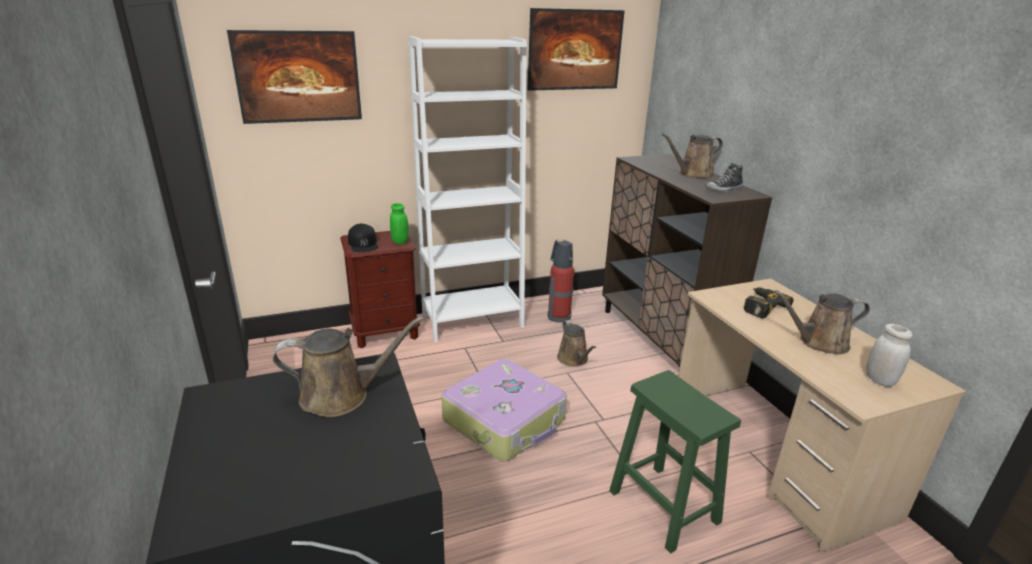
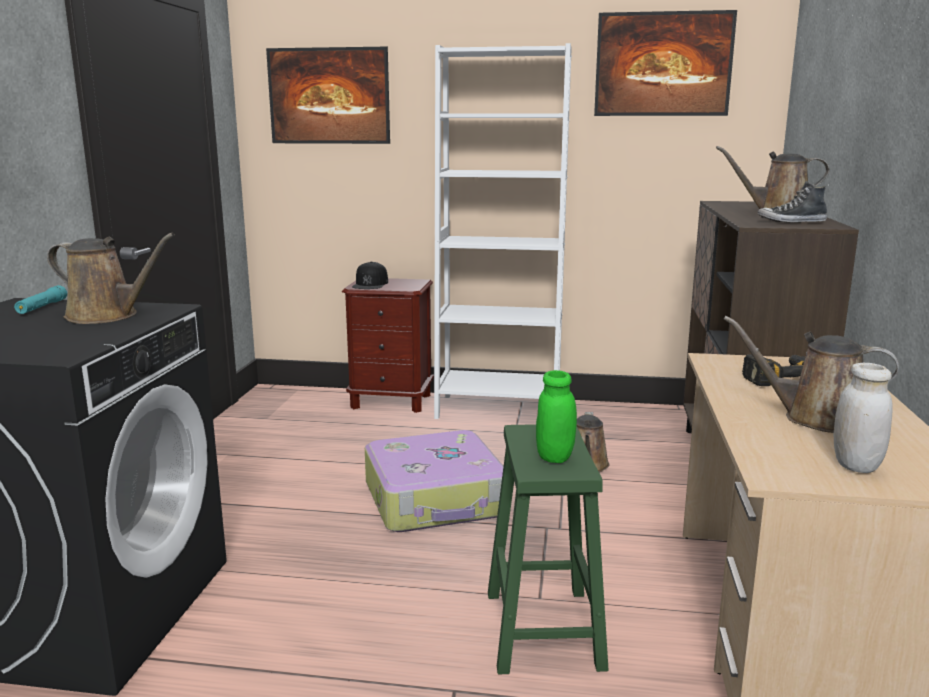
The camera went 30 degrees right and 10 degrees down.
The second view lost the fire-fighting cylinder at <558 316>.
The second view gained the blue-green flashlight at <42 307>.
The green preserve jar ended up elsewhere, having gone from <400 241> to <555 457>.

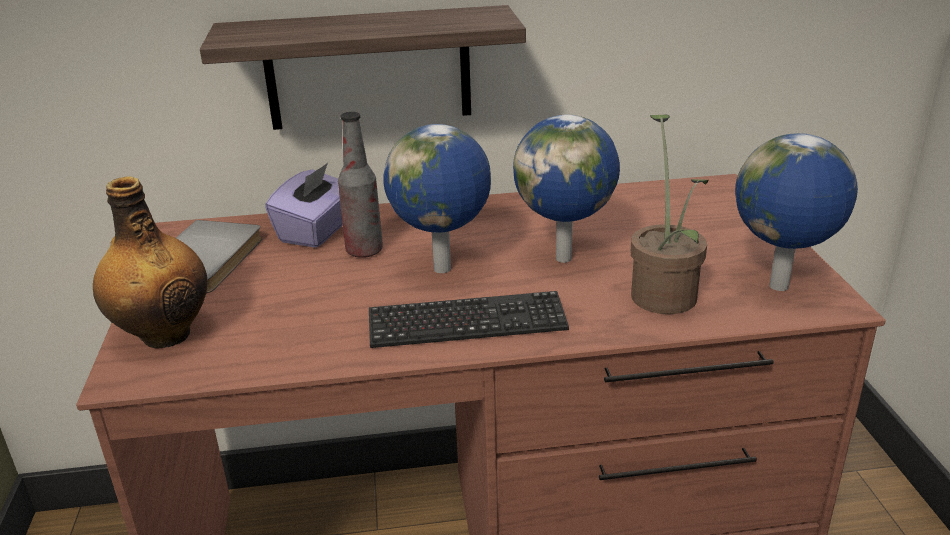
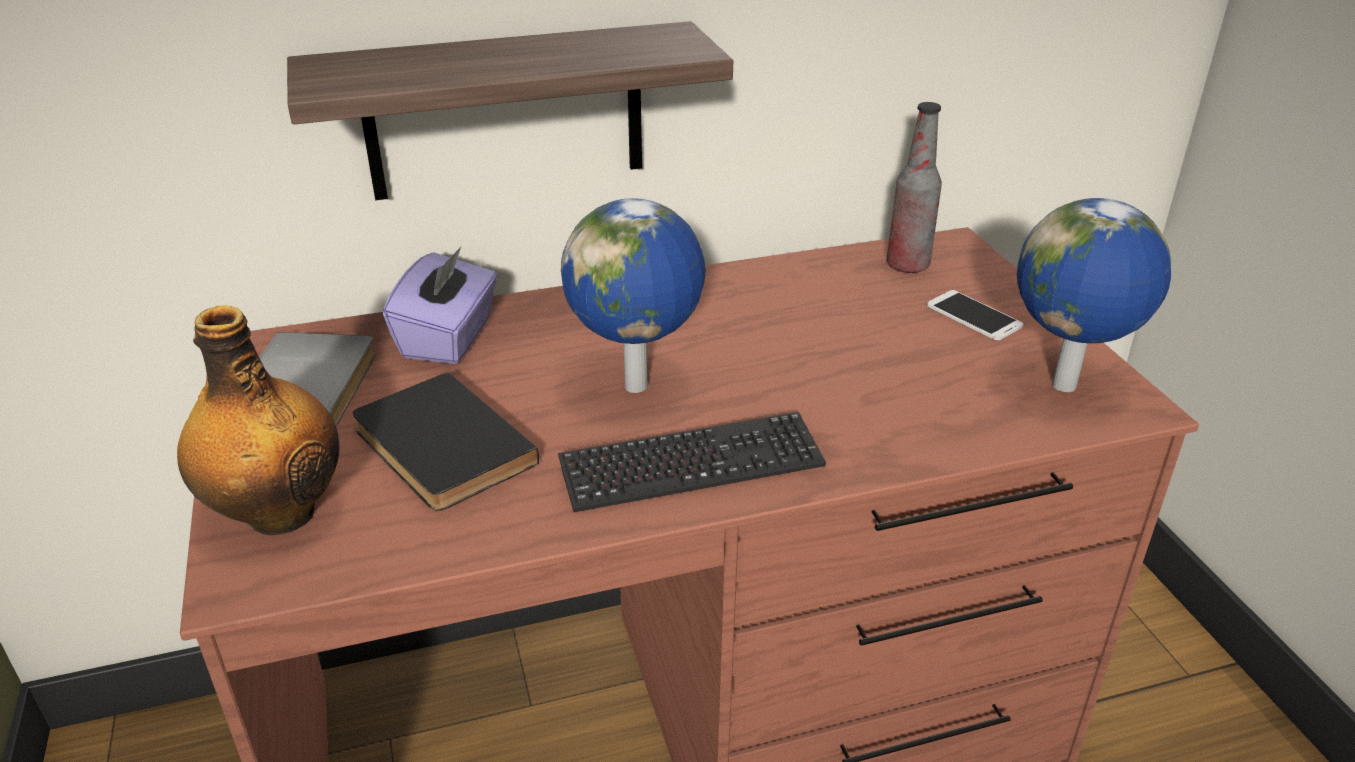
The camera went 10 degrees left and 5 degrees up.
The second view lost the globe at <565 258>.
The second view lost the potted plant at <664 291>.
The second view gained the blackish bound book at <438 448>.
The second view gained the phone at <973 316>.
The beverage bottle ended up elsewhere, having gone from <364 251> to <907 265>.

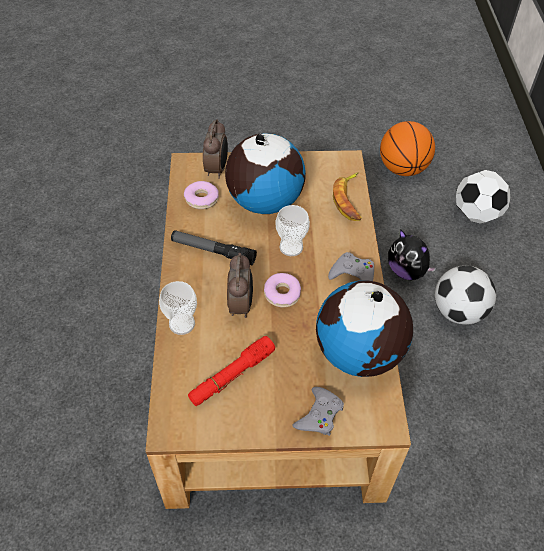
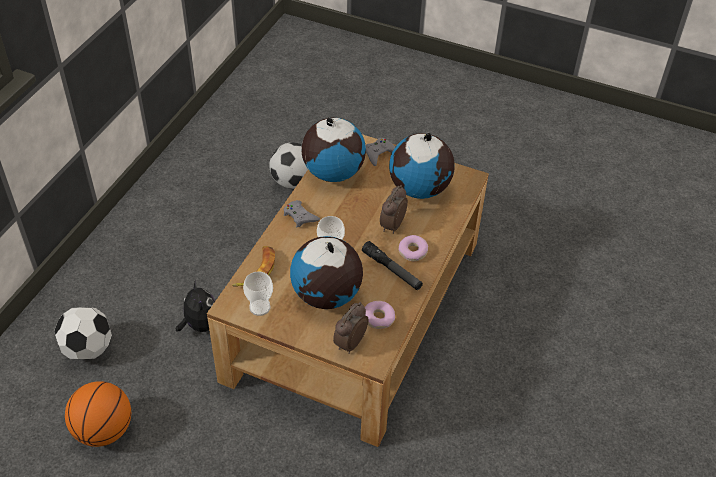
The camera went 155 degrees left and 5 degrees down.
The small cup ended up elsewhere, having gone from <182 324> to <260 307>.
The doughnut ended up elsewhere, having gone from <282 294> to <412 252>.
The ball for football ended up elsewhere, having gone from <458 311> to <293 182>.
Where the reddish flashlight stood at <232 375>, the globe came to stand at <420 189>.

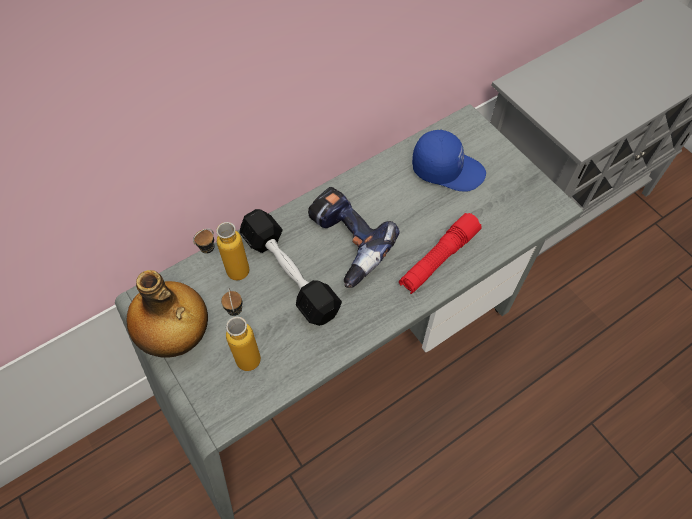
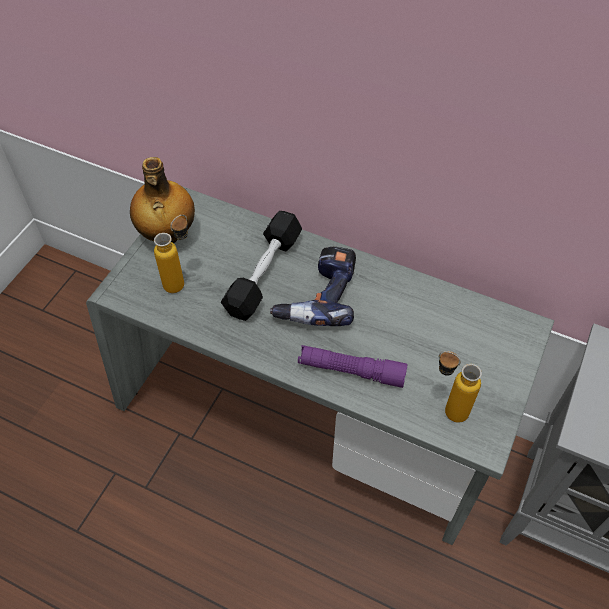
The camera went 60 degrees right and 5 degrees down.
The second view lost the blue-coloured baseball cap at <447 169>.
The beverage bottle ended up elsewhere, having gone from <229 276> to <446 408>.
What was the reddish flashlight at <438 259> turned into the purple-coloured flashlight at <351 371>.

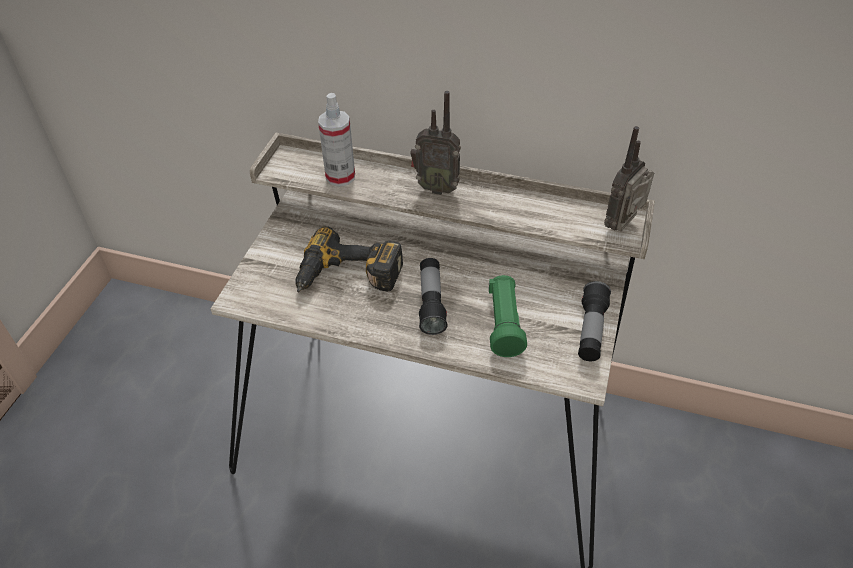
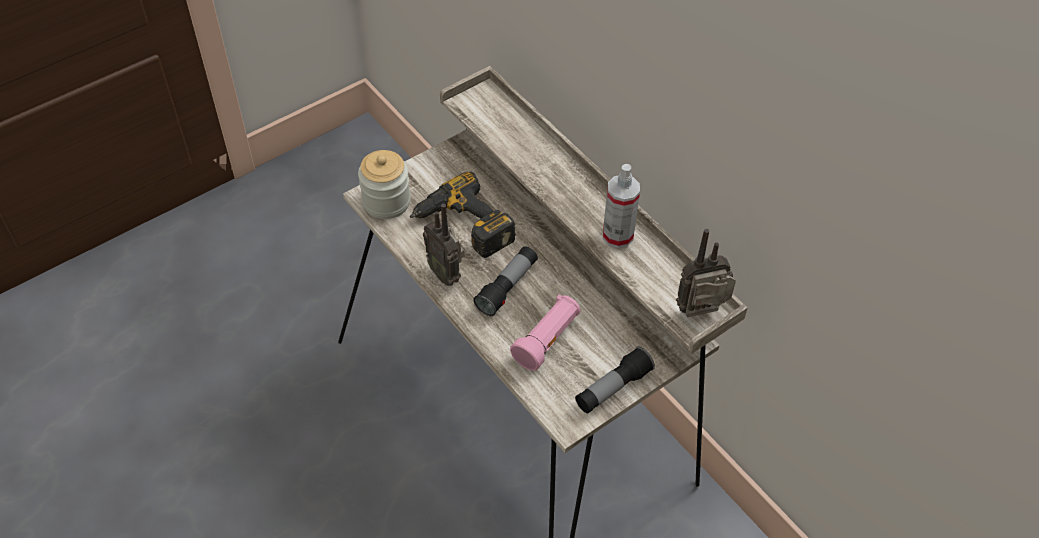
The camera went 35 degrees right and 5 degrees up.
The second view gained the preserve jar at <386 202>.
The spray bottle ended up elsewhere, having gone from <340 177> to <617 235>.
The radio ended up elsewhere, having gone from <436 187> to <446 273>.
What was the green flashlight at <504 324> turned into the pink-coloured flashlight at <547 340>.

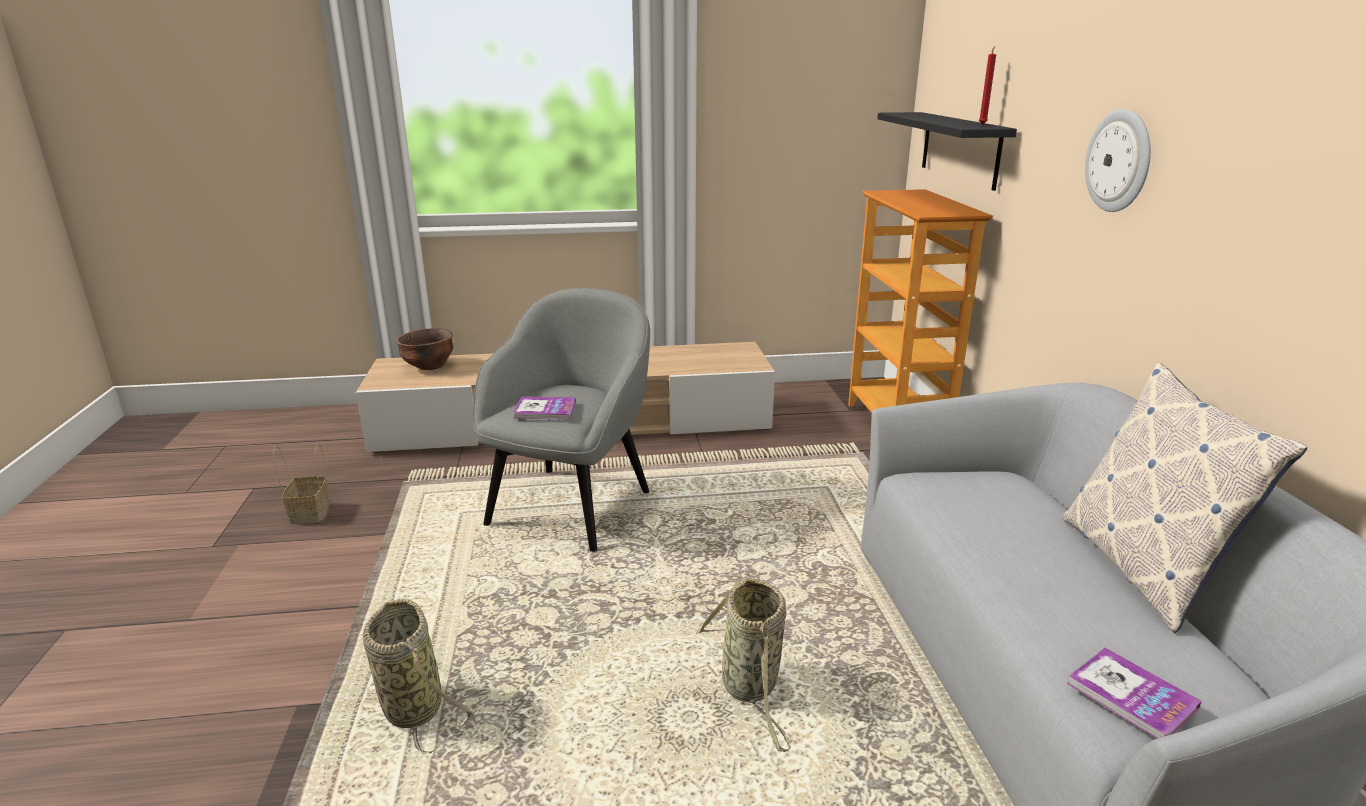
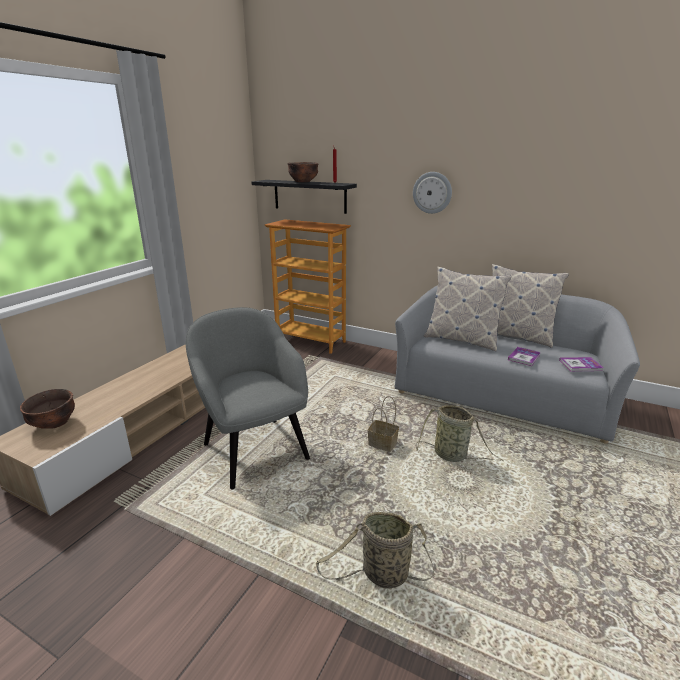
The camera went 55 degrees left and 0 degrees up.
The second view gained the brownish deep dish at <303 182>.
The second view gained the throw pillow at <462 340>.
The basket ended up elsewhere, having gone from <310 513> to <383 444>.
The bound book ended up elsewhere, having gone from <545 410> to <524 357>.

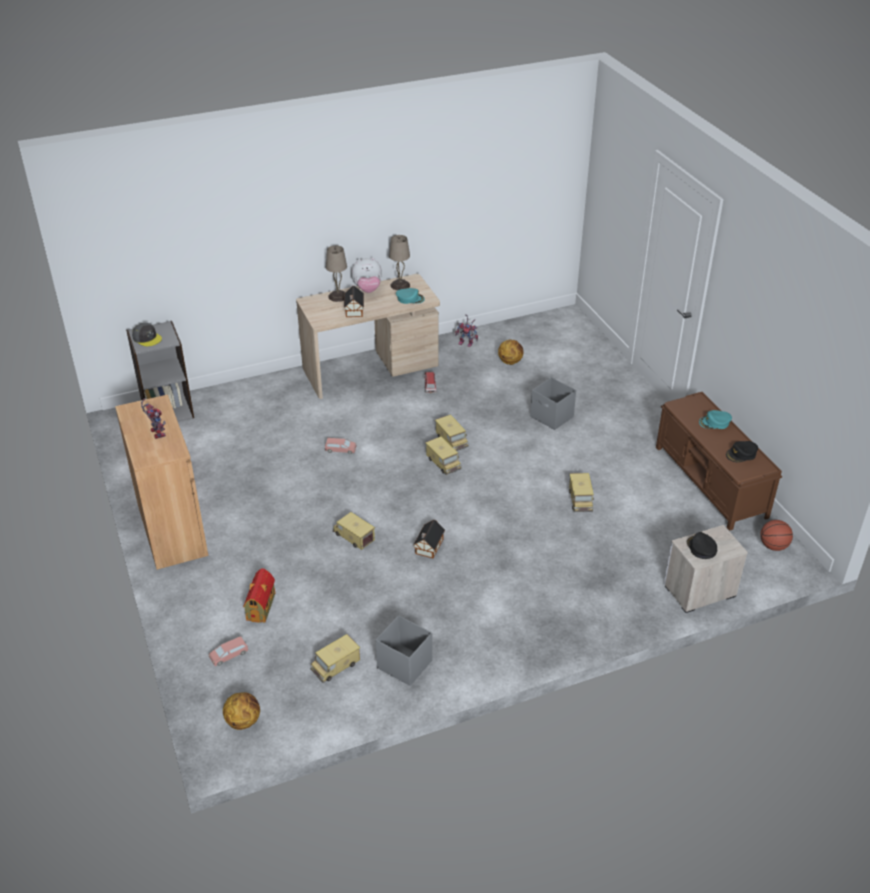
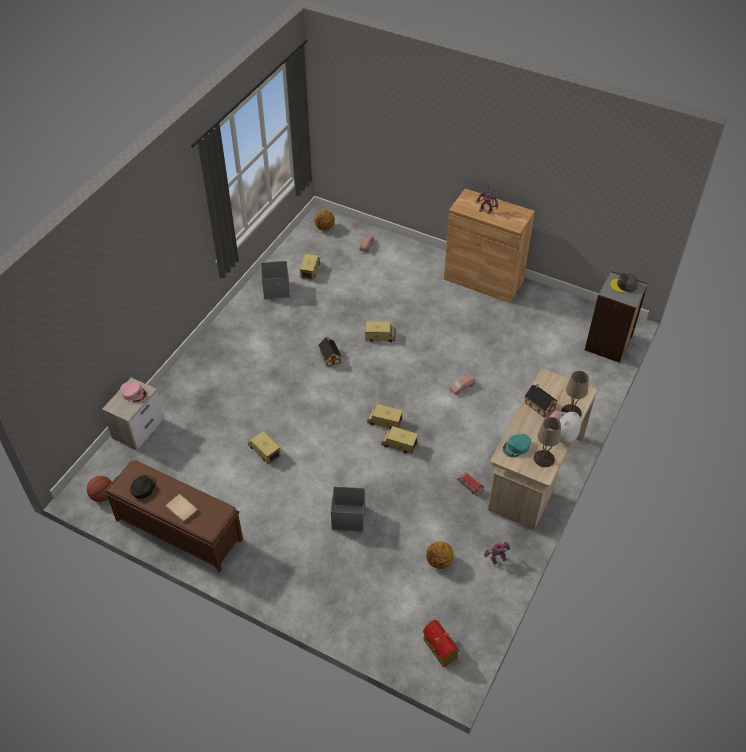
The camera went 140 degrees right and 10 degrees up.
The model house ended up elsewhere, having gone from <261 606> to <440 650>.
Where the blue-green baseball cap stood at <715 422>, the sand-coloured bound book came to stand at <181 509>.
What was the blackish baseball cap at <701 548> turned into the pink-coloured baseball cap at <134 394>.

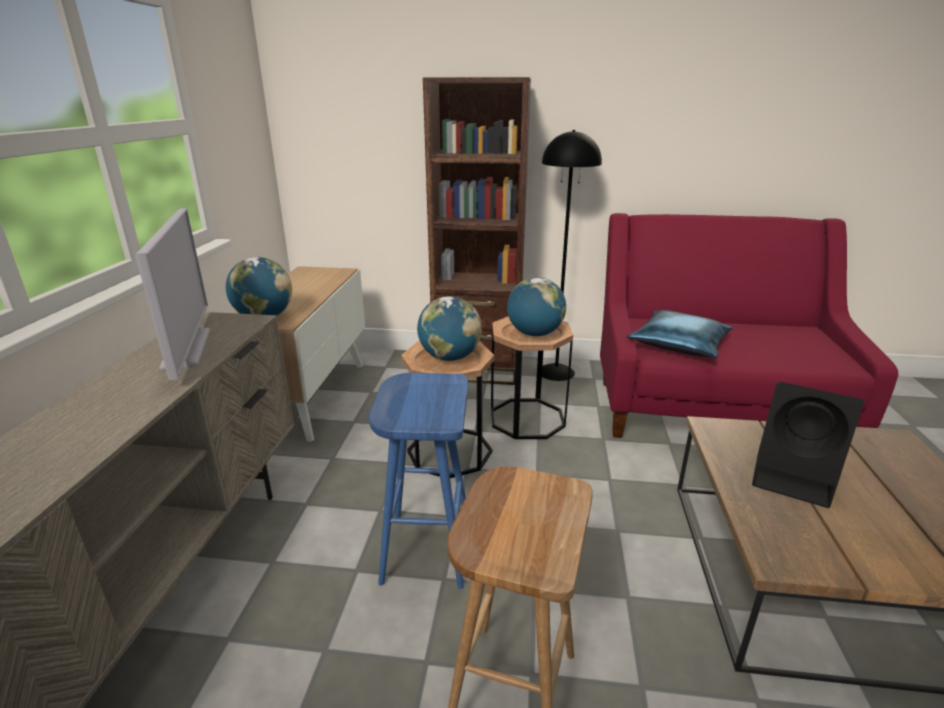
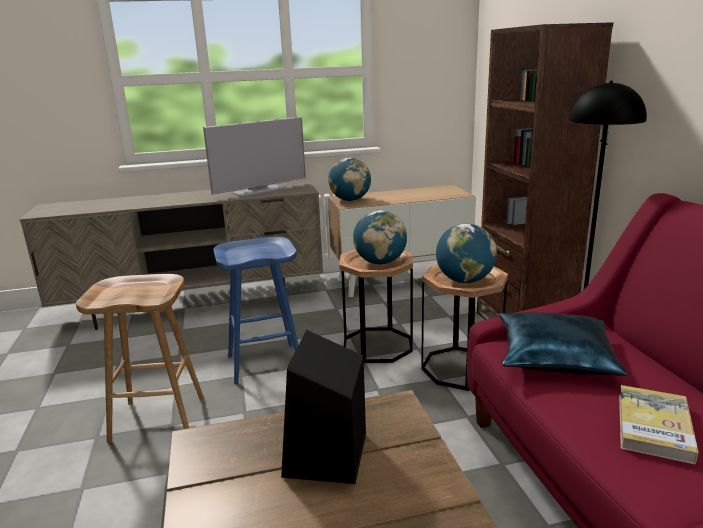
The camera went 70 degrees right and 5 degrees down.
The second view gained the bound book at <653 426>.

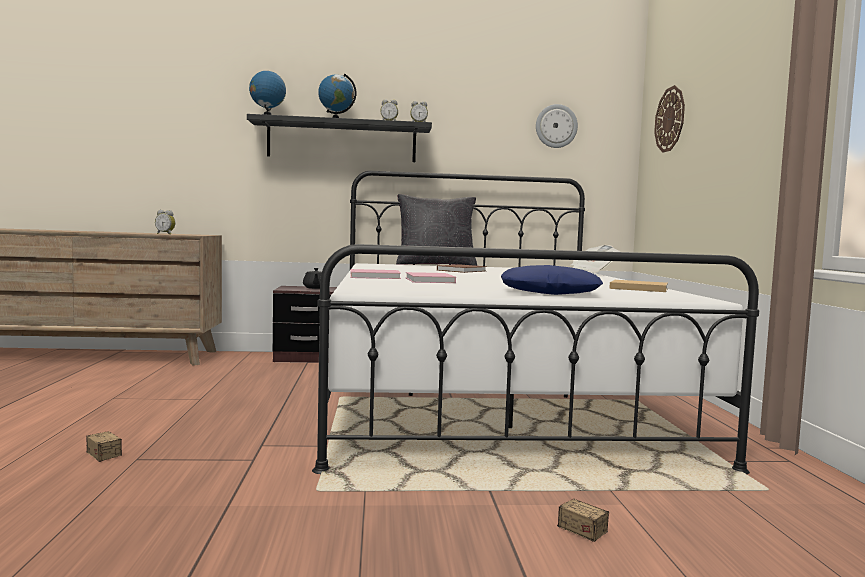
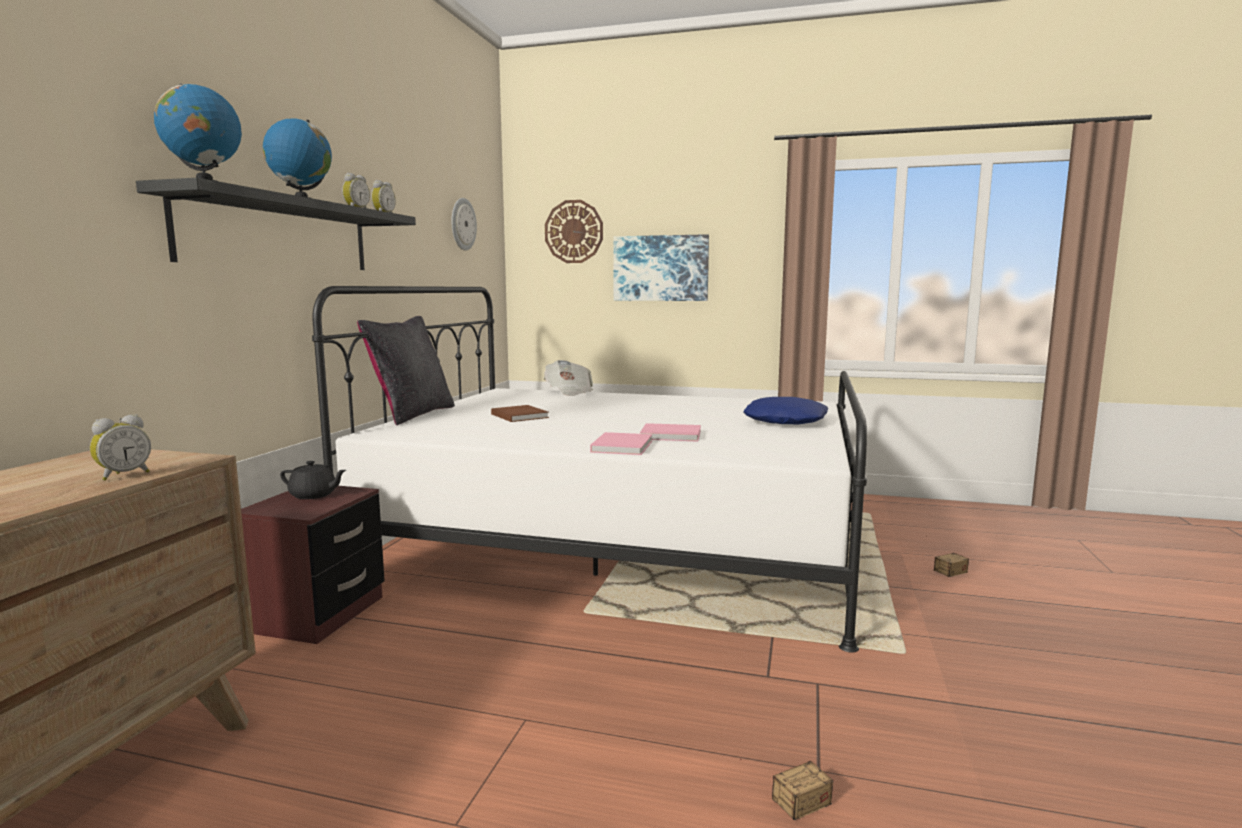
The camera went 70 degrees left and 5 degrees up.
The second view lost the sand-coloured bound book at <636 288>.
The second view gained the wall picture at <661 268>.

